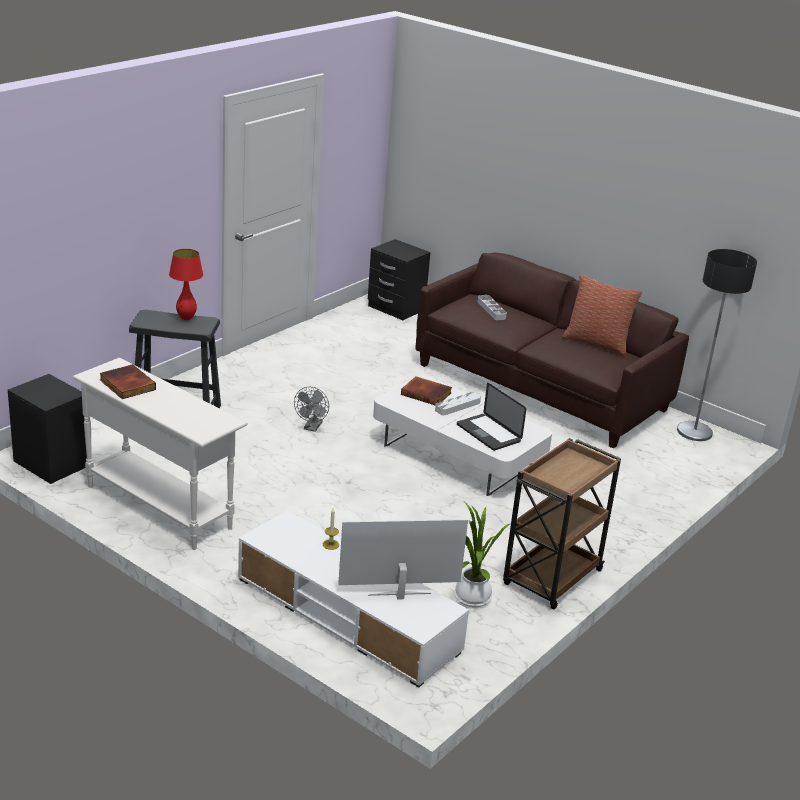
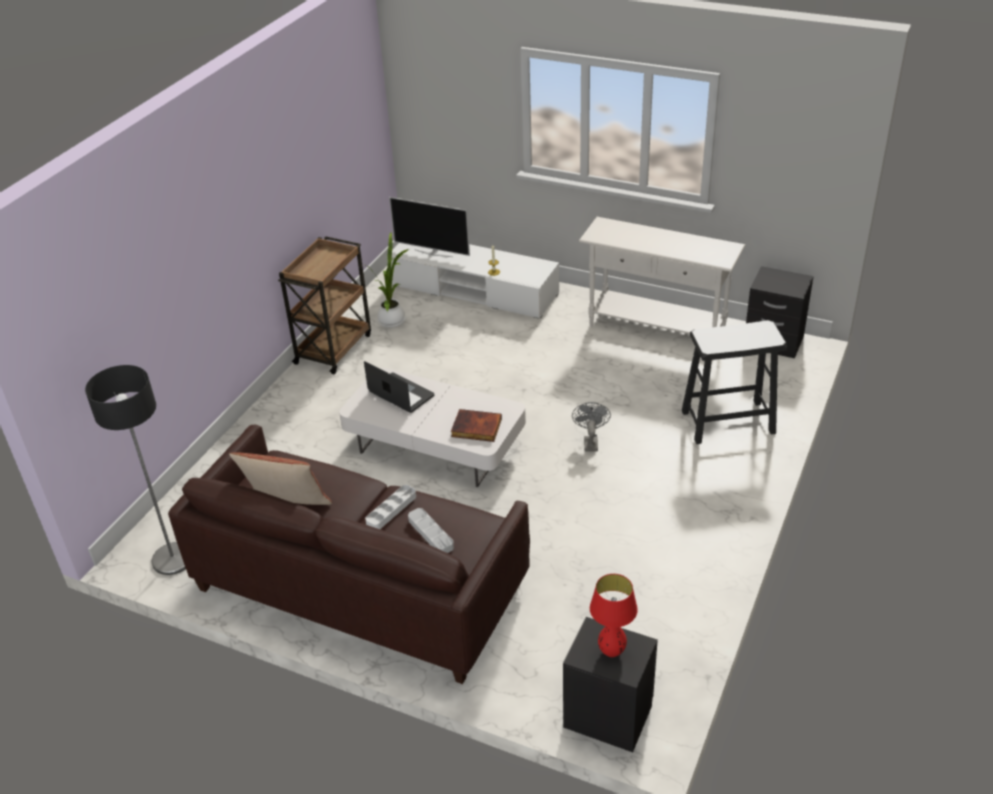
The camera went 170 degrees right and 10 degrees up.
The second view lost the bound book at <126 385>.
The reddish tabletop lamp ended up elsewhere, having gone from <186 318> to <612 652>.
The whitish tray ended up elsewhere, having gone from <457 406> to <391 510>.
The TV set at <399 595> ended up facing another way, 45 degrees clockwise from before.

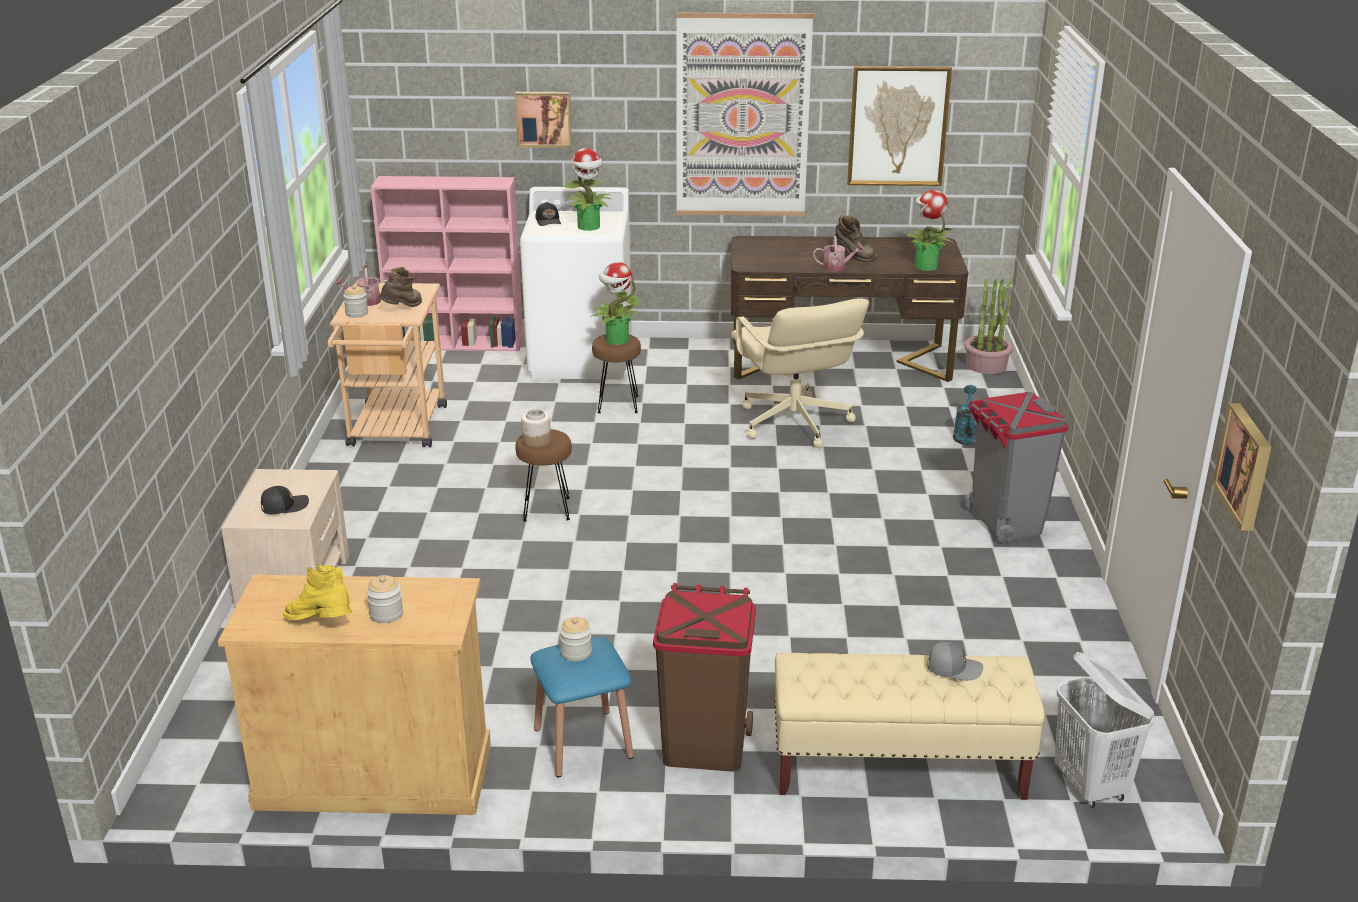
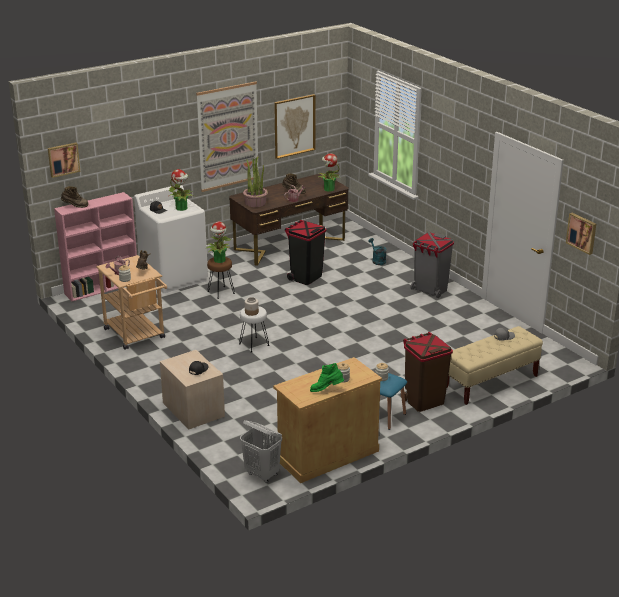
The camera went 35 degrees left and 0 degrees up.
The second view gained the brownish boot at <75 206>.
The wall picture ended up elsewhere, having gone from <543 118> to <63 159>.
The potted plant ended up elsewhere, having gone from <986 365> to <255 203>.
The whitish washing basket ended up elsewhere, having gone from <1091 786> to <262 474>.
Where the sand-coloured computer chair stood at <793 424>, the blackish rubbish bin came to stand at <305 277>.
What was the yellow boot at <321 624> turned into the green boot at <326 390>.
What was the brownish sitting stool at <546 510> turned into the whitish sitting stool at <254 345>.

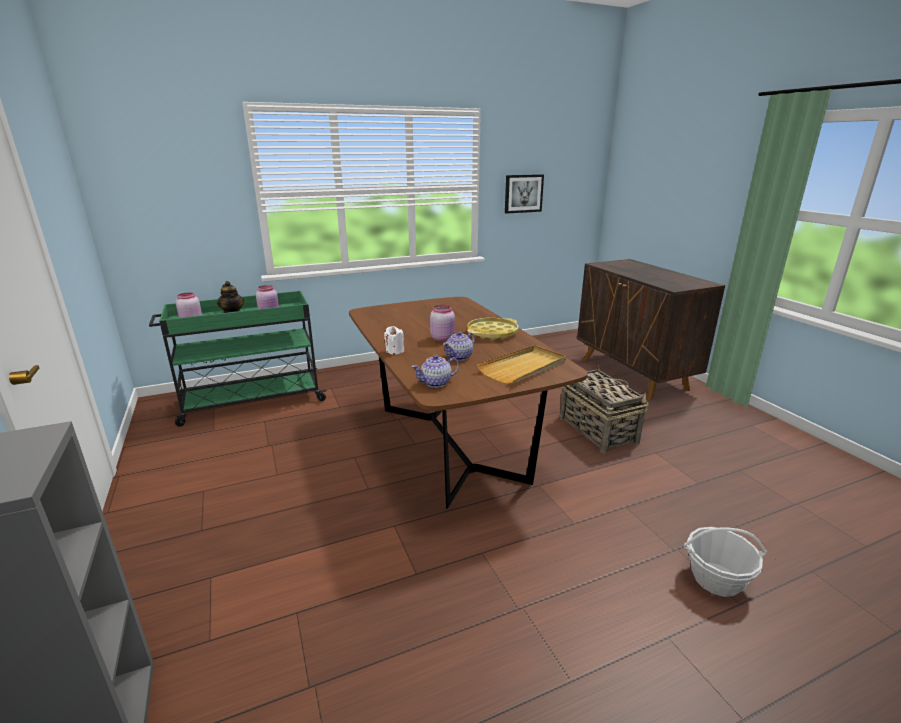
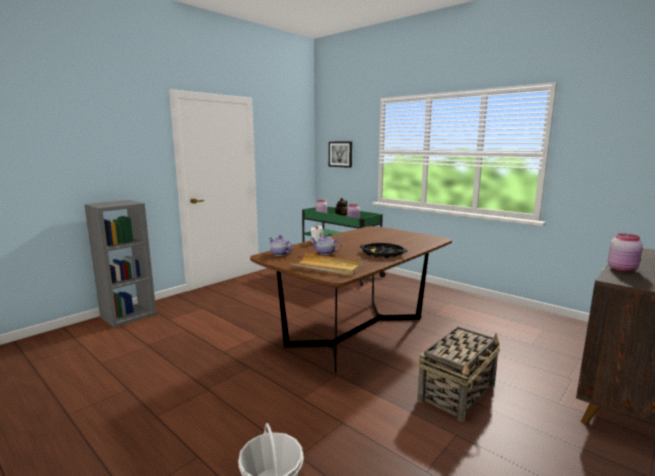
The camera went 65 degrees right and 10 degrees down.
The pink-coloured preserve jar ended up elsewhere, having gone from <443 338> to <623 269>.
The wall picture ended up elsewhere, having gone from <523 193> to <340 154>.
What was the yellow tray at <492 333> turned into the blackish tray at <382 254>.

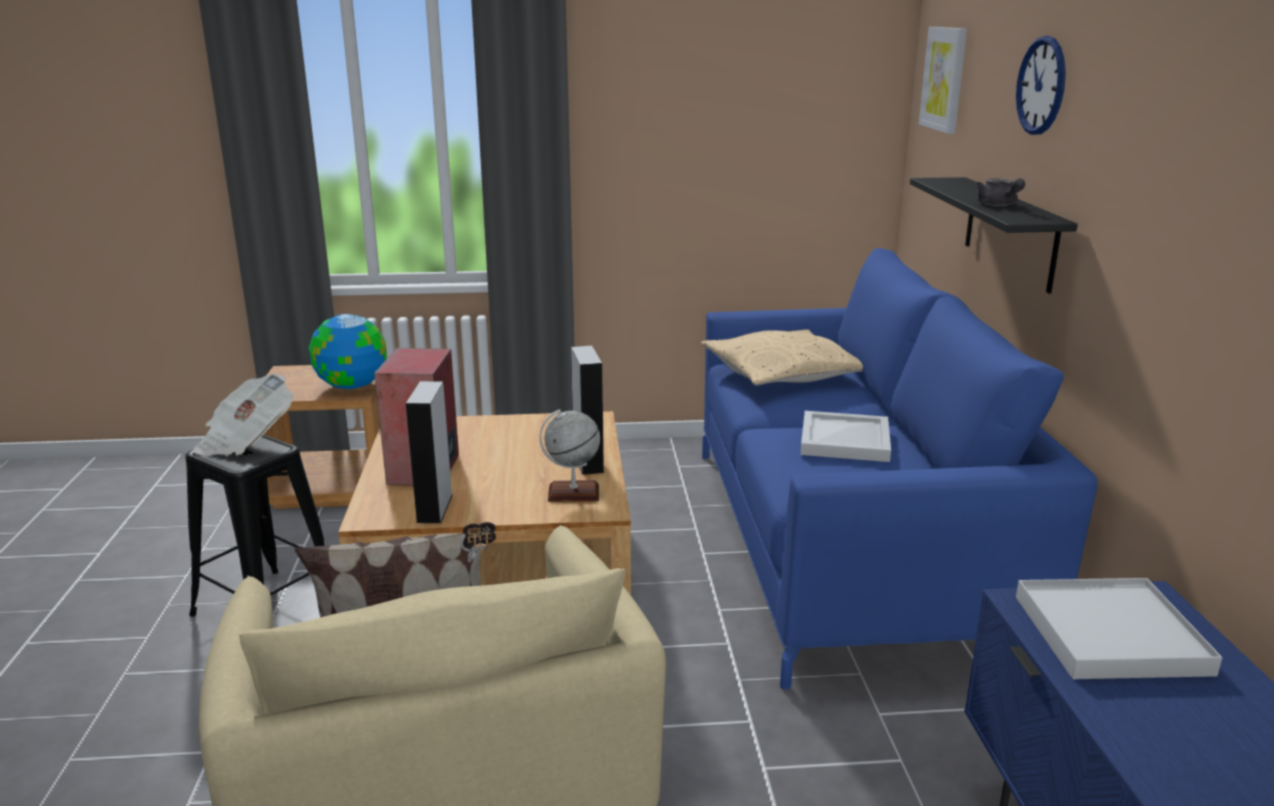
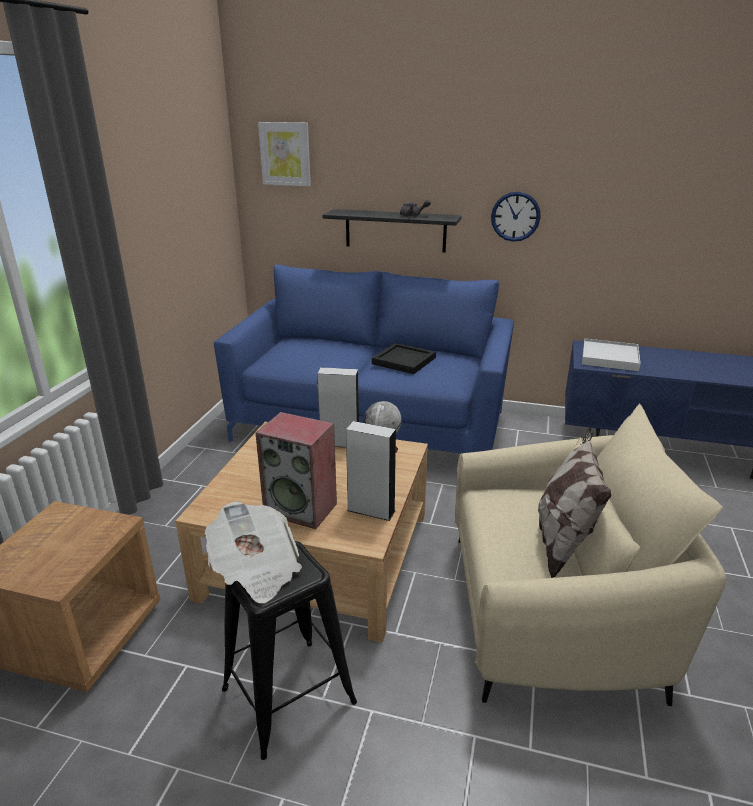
The camera went 70 degrees left and 5 degrees up.
The second view lost the globe at <351 386>.
The second view lost the sand-coloured throw pillow at <782 373>.
The hanging clock ended up elsewhere, having gone from <1041 86> to <515 216>.
What was the whitish tray at <846 441> turned into the blackish tray at <405 360>.

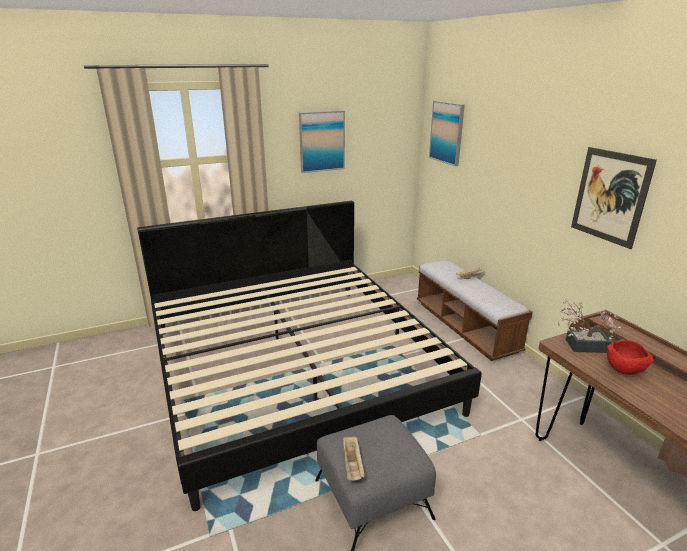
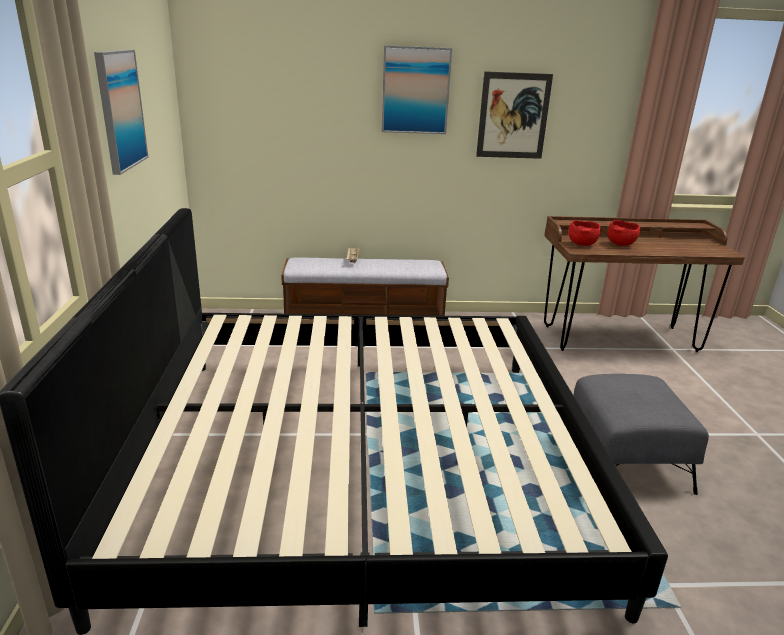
The camera went 70 degrees left and 0 degrees up.
The second view lost the sand-coloured tray at <353 465>.
The wall picture ended up elsewhere, having gone from <447 132> to <415 90>.
Where the potted plant stood at <581 345>, the reddish deep dish came to stand at <582 244>.

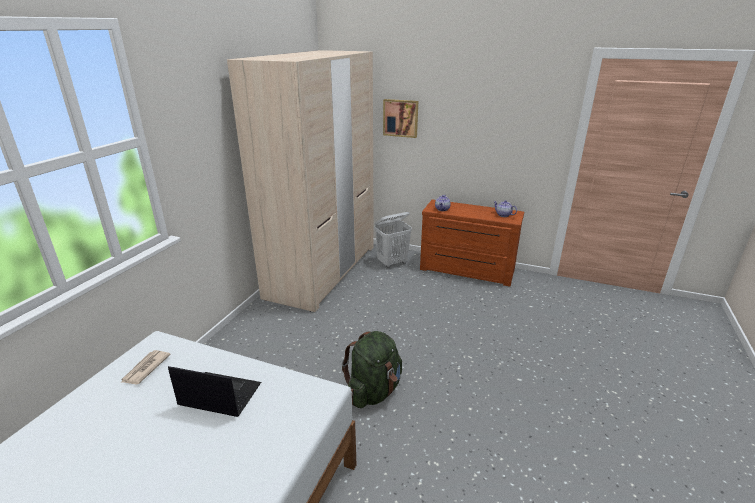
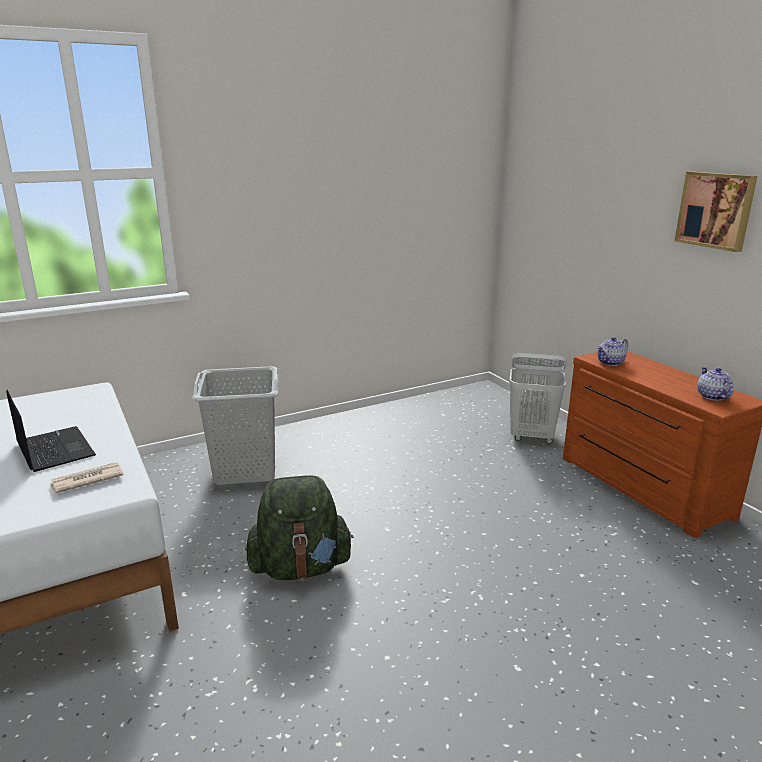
The camera went 40 degrees right and 5 degrees down.
The second view lost the sand-coloured clothes cupboard at <323 271>.
The second view gained the grey washing basket at <245 469>.
The daily paper ended up elsewhere, having gone from <145 369> to <86 480>.
The wall picture ended up elsewhere, having gone from <401 118> to <716 210>.

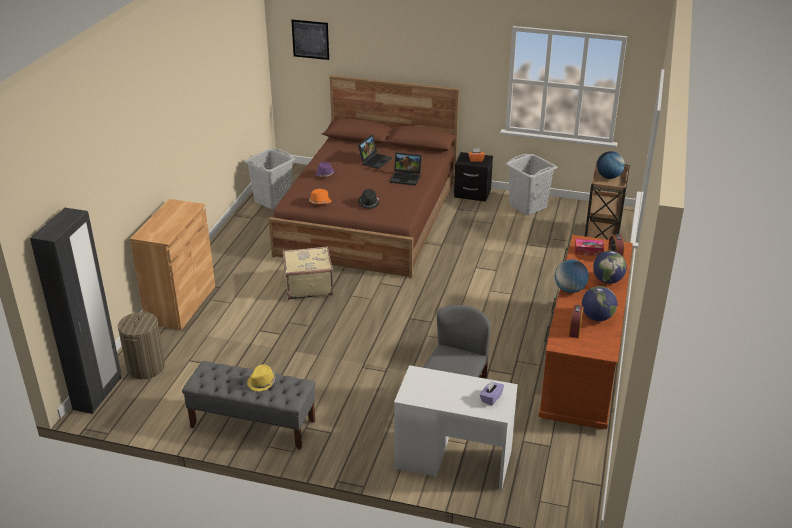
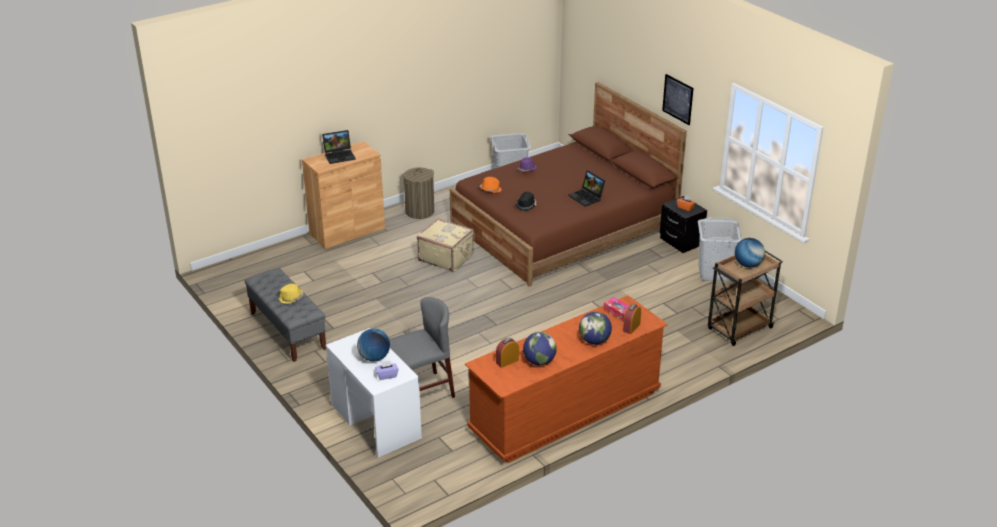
The camera went 40 degrees right and 0 degrees up.
The second view lost the blackish clothes cupboard at <98 394>.
The washing basket ended up elsewhere, having gone from <146 367> to <419 211>.
The wall picture ended up elsewhere, having gone from <310 39> to <678 99>.
The notebook computer ended up elsewhere, having gone from <374 160> to <340 155>.
The globe ended up elsewhere, having gone from <569 289> to <374 358>.

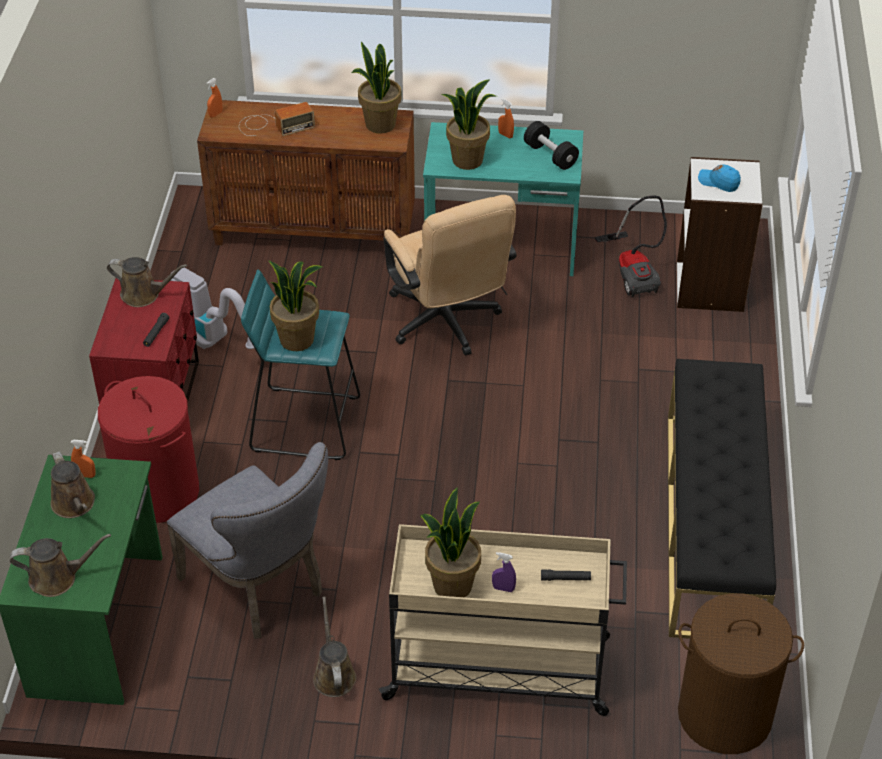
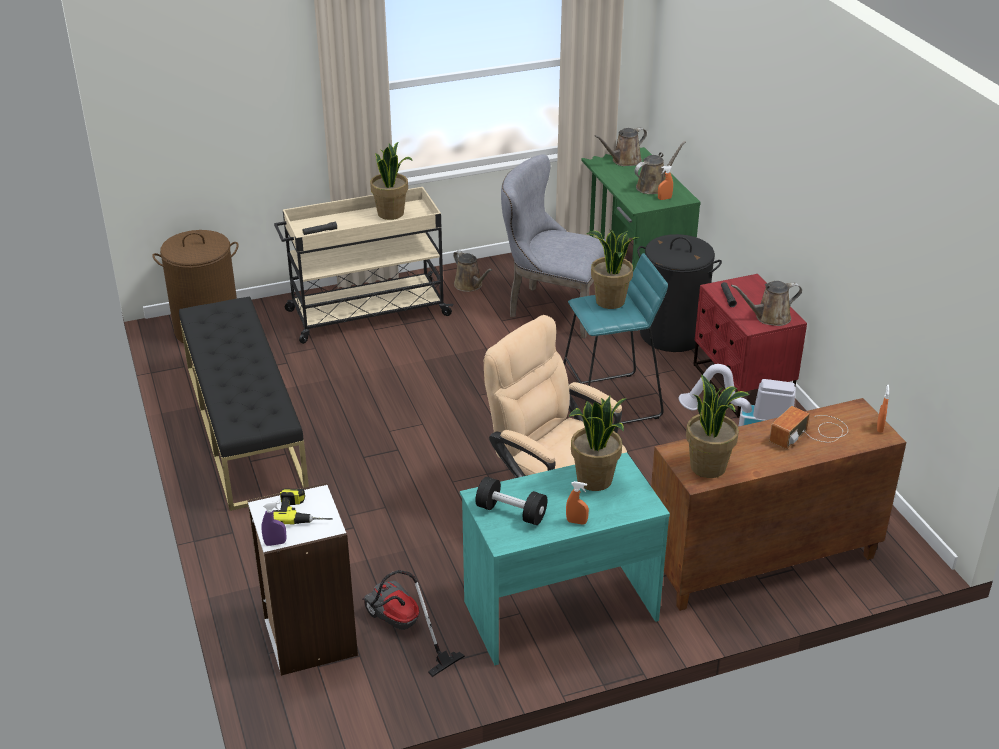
The camera went 155 degrees right and 10 degrees down.
The purple-coloured spray bottle ended up elsewhere, having gone from <503 588> to <275 543>.
Where the blue-coloured baseball cap stood at <718 182>, the drill came to stand at <303 512>.
What was the reddish washing basket at <158 492> turned into the blackish washing basket at <672 334>.
The brownish watering pot at <74 505> ended up facing another way, 105 degrees clockwise from before.

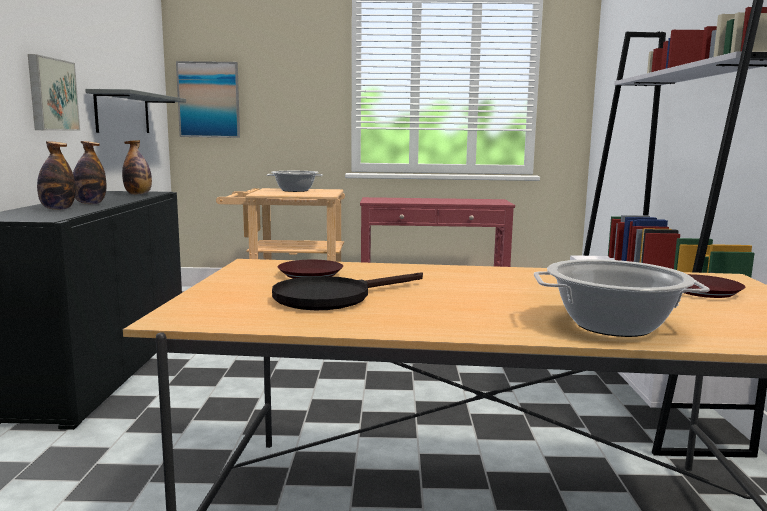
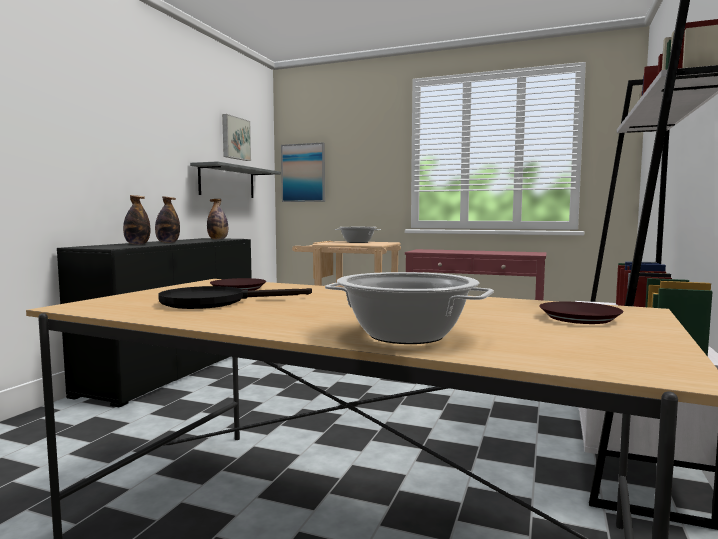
The camera went 20 degrees right and 5 degrees down.
The wall picture ended up elsewhere, having gone from <51 95> to <235 138>.

